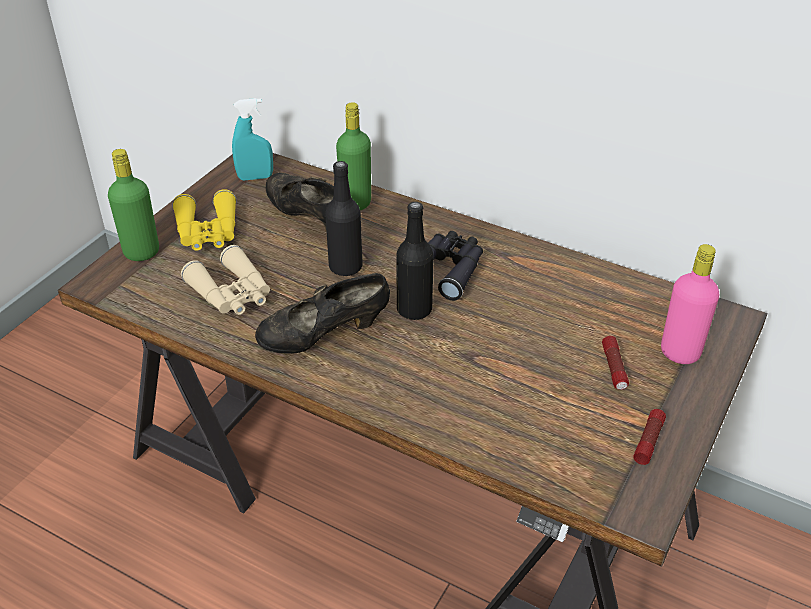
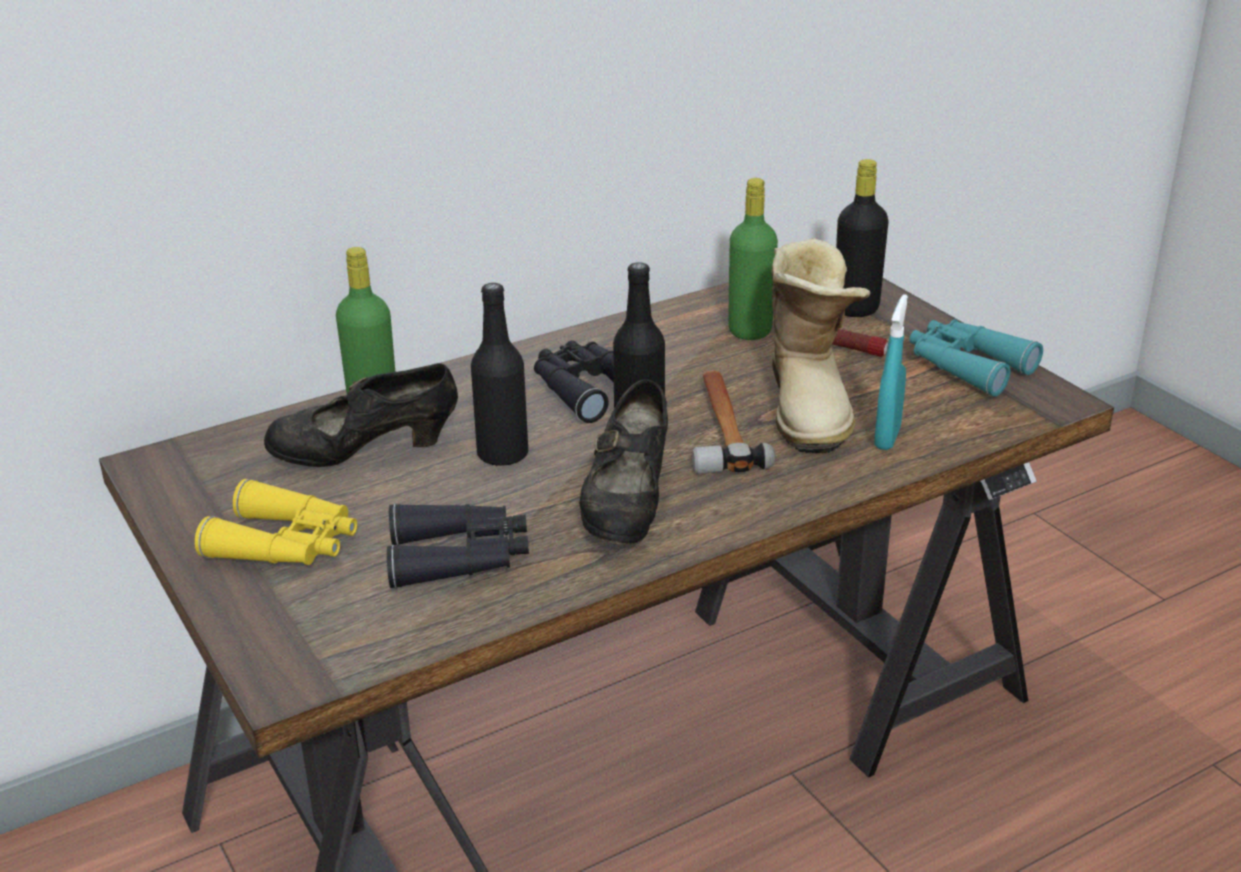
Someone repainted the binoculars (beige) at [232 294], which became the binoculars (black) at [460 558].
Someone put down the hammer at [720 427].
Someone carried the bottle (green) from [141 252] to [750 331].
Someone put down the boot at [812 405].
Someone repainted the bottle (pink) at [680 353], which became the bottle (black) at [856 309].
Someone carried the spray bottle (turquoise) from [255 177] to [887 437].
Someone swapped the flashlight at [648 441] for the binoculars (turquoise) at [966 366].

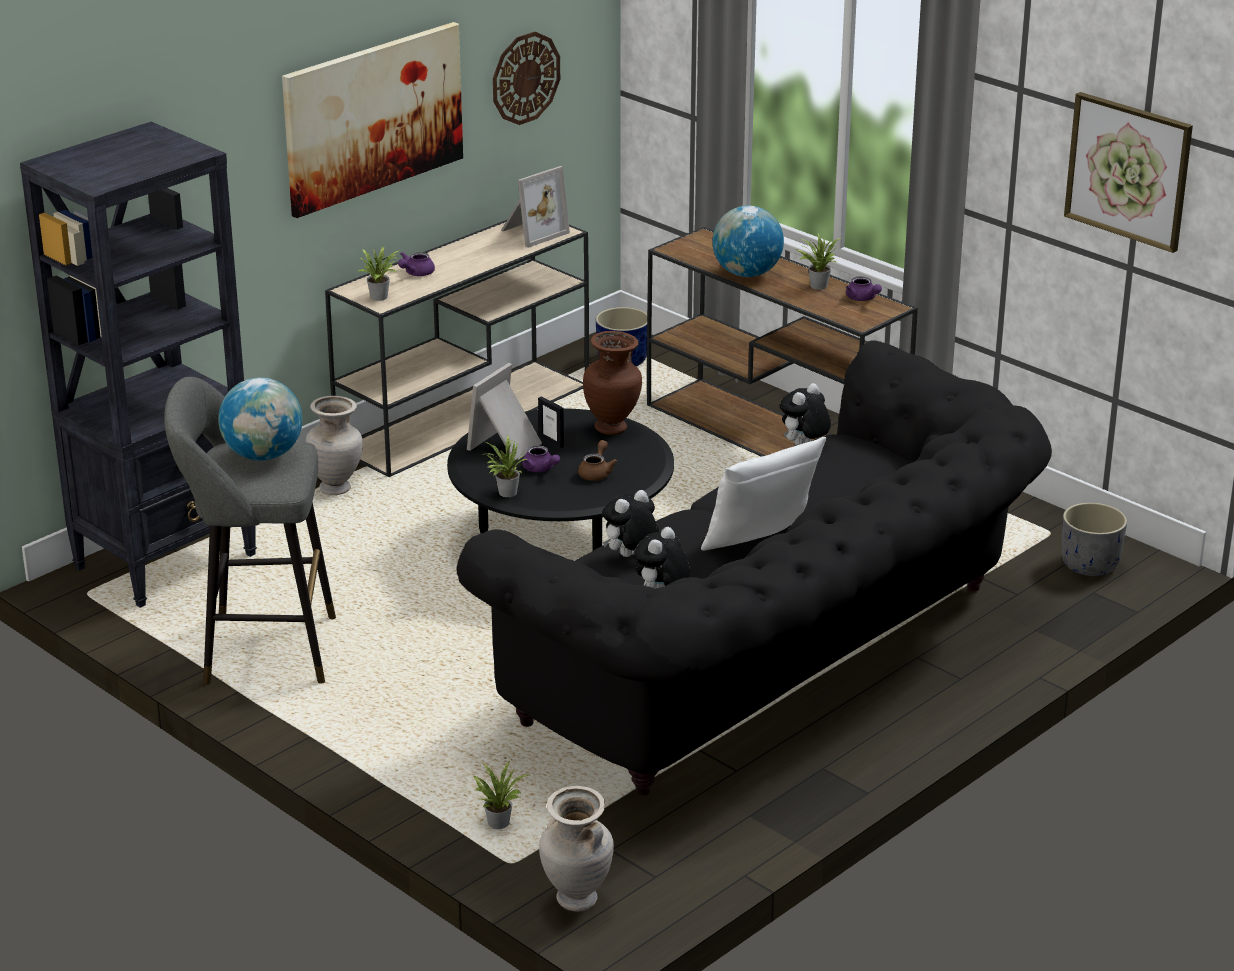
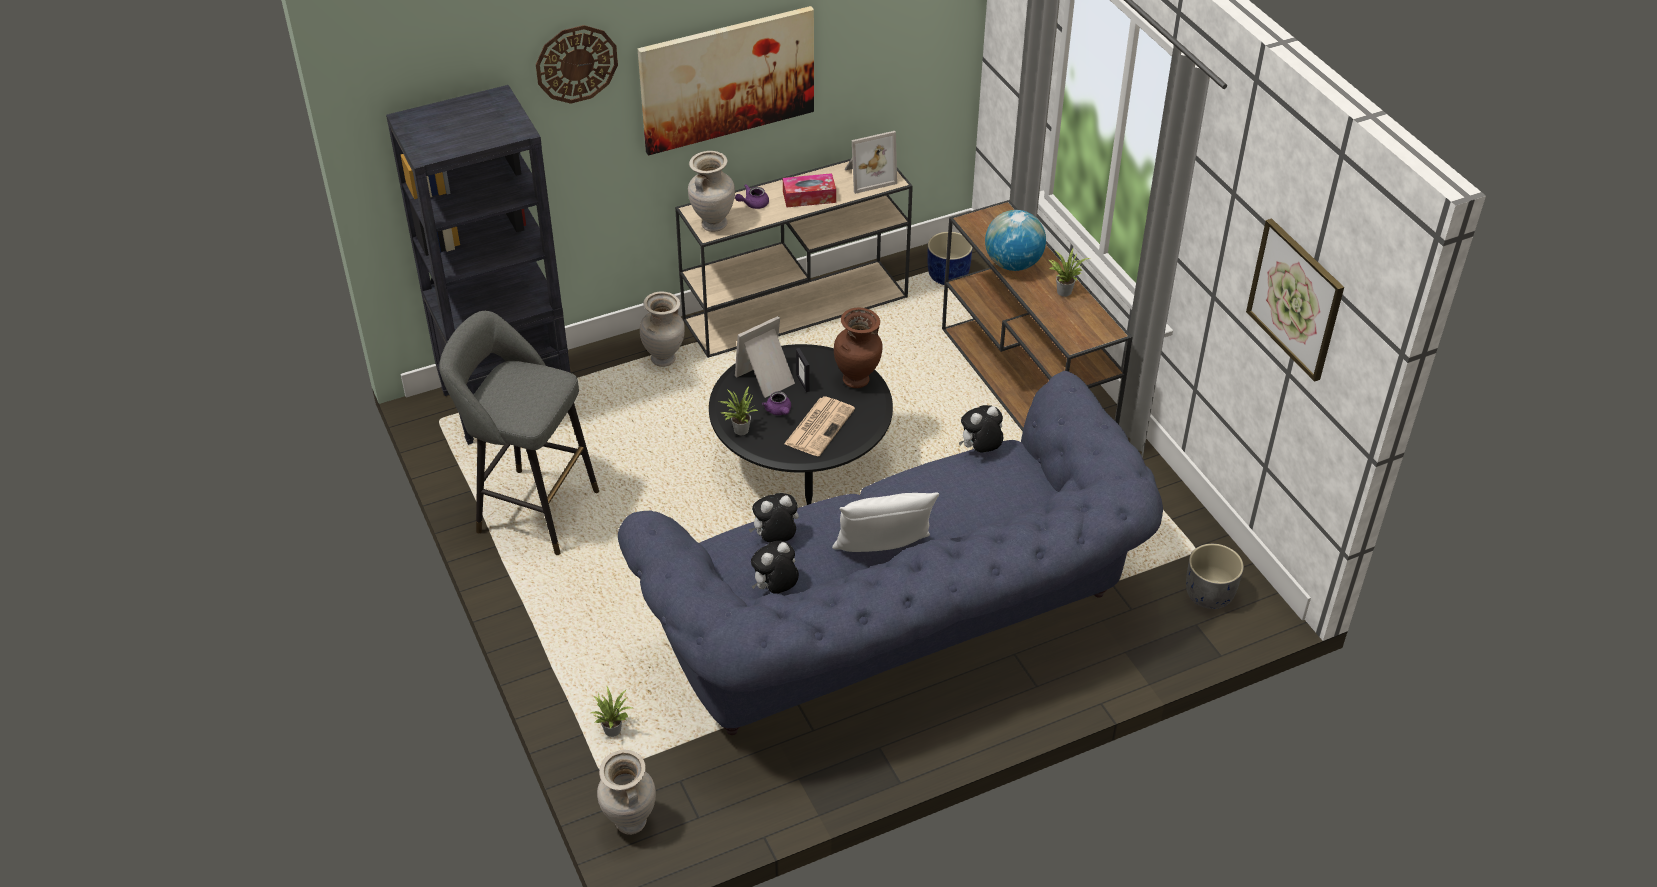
Someone carried the wall clock from [525 78] to [576 63].
Someone repainted the sofa (black) at [778 666], which became the sofa (blue) at [900 632].
Someone swapped the potted plant at [381 297] for the vase (beige) at [713 224].
Someone put down the tissue box at [809 197].
Someone swapped the teapot (brown) at [596 473] for the newspaper at [819 426].
Someone took away the globe at [263 455].
Someone took away the teapot (purple) at [862 299].

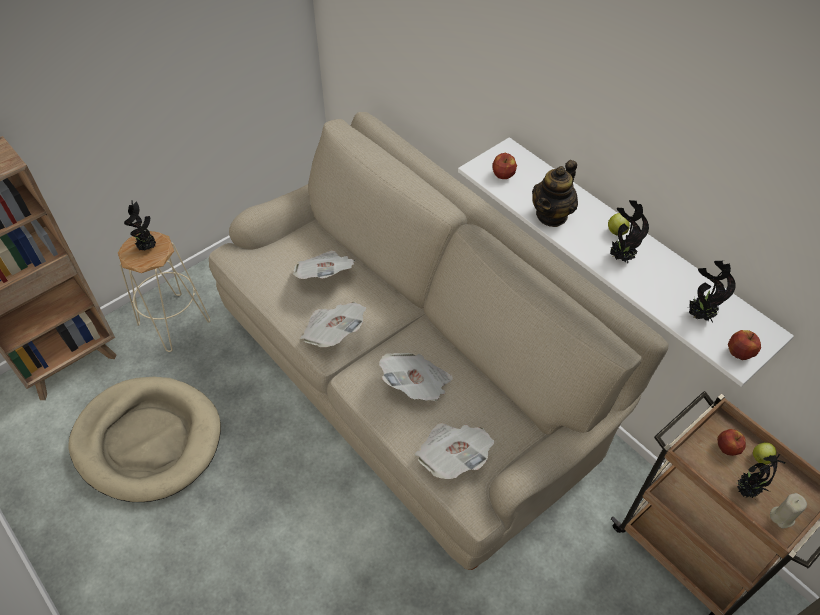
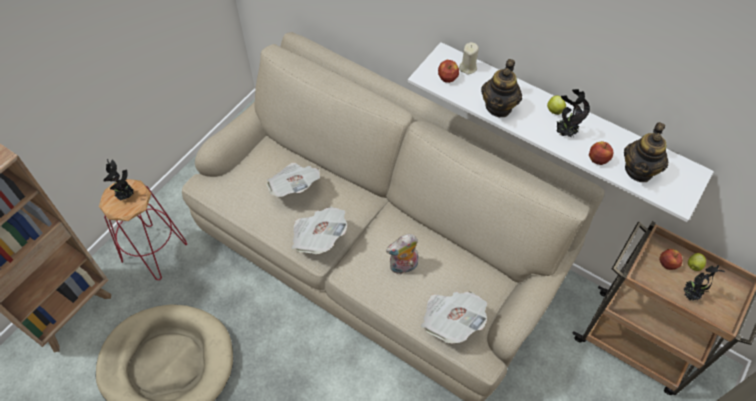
Someone repainted the stool (beige) at [174 322], which became the stool (red) at [155 251].
Someone swapped the newspaper at [417 386] for the plush toy at [403 267].
Someone carried the candle (beige) from [782 516] to [468 67].
Someone carried the apple from [739 352] to [597 159].
Someone swapped the potted plant at [698 315] for the teapot at [639 170].

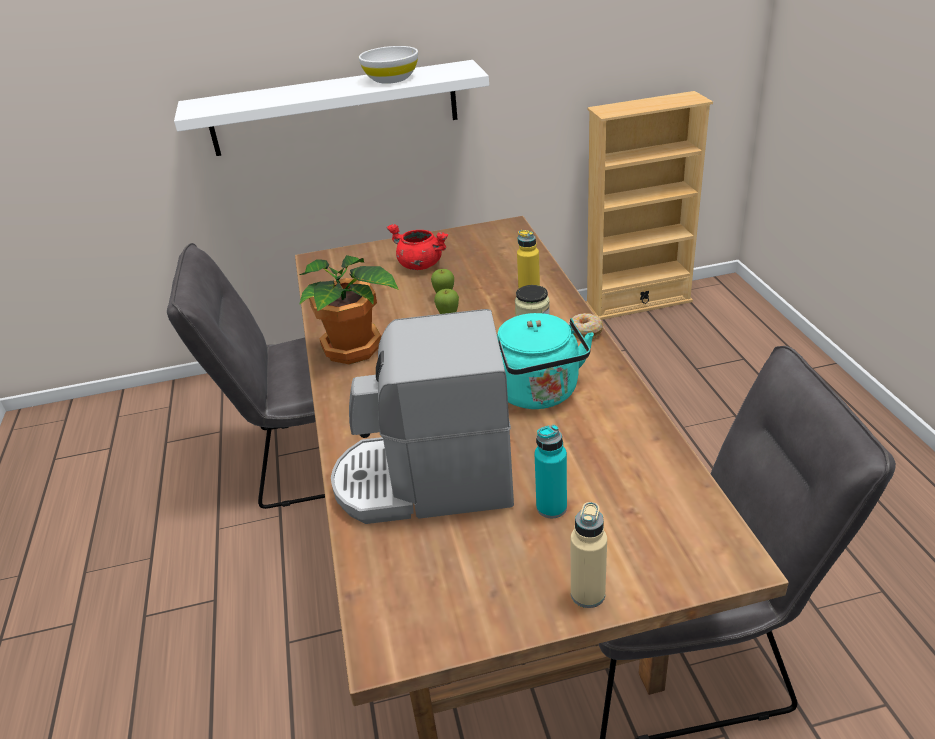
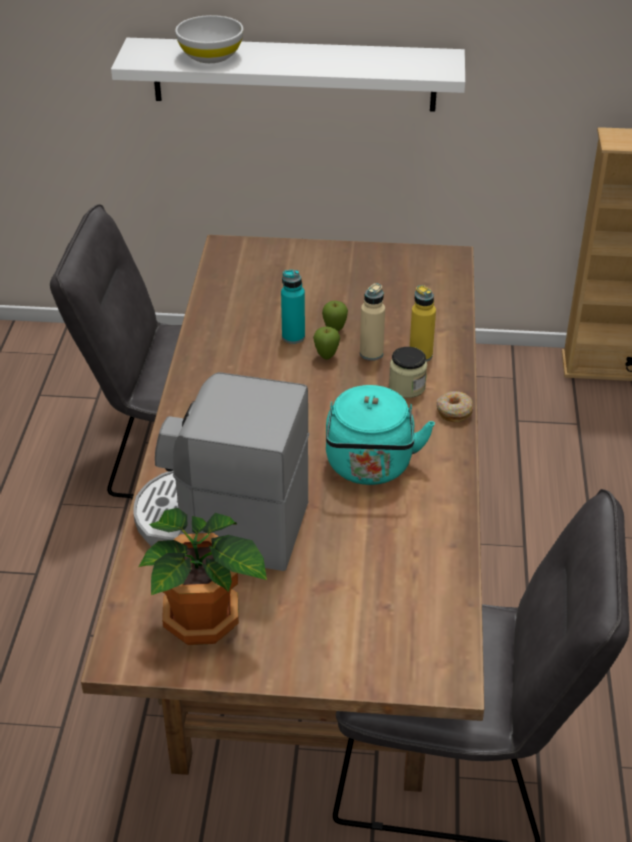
Someone carried the potted plant from [354 350] to [203 621].
Someone carried the bowl (white) from [391 79] to [210 56].
Someone carried the bottle (turquoise) from [551 507] to [293 337].
Someone carried the bottle (beige) from [587 594] to [371 353].
Someone took away the cooking pot (red) at [420 265].

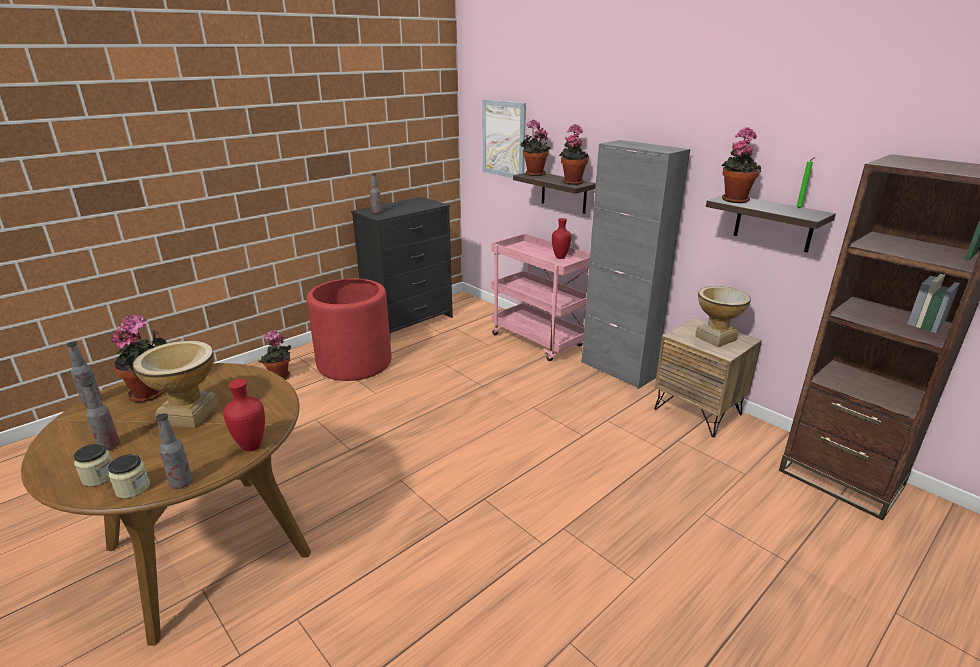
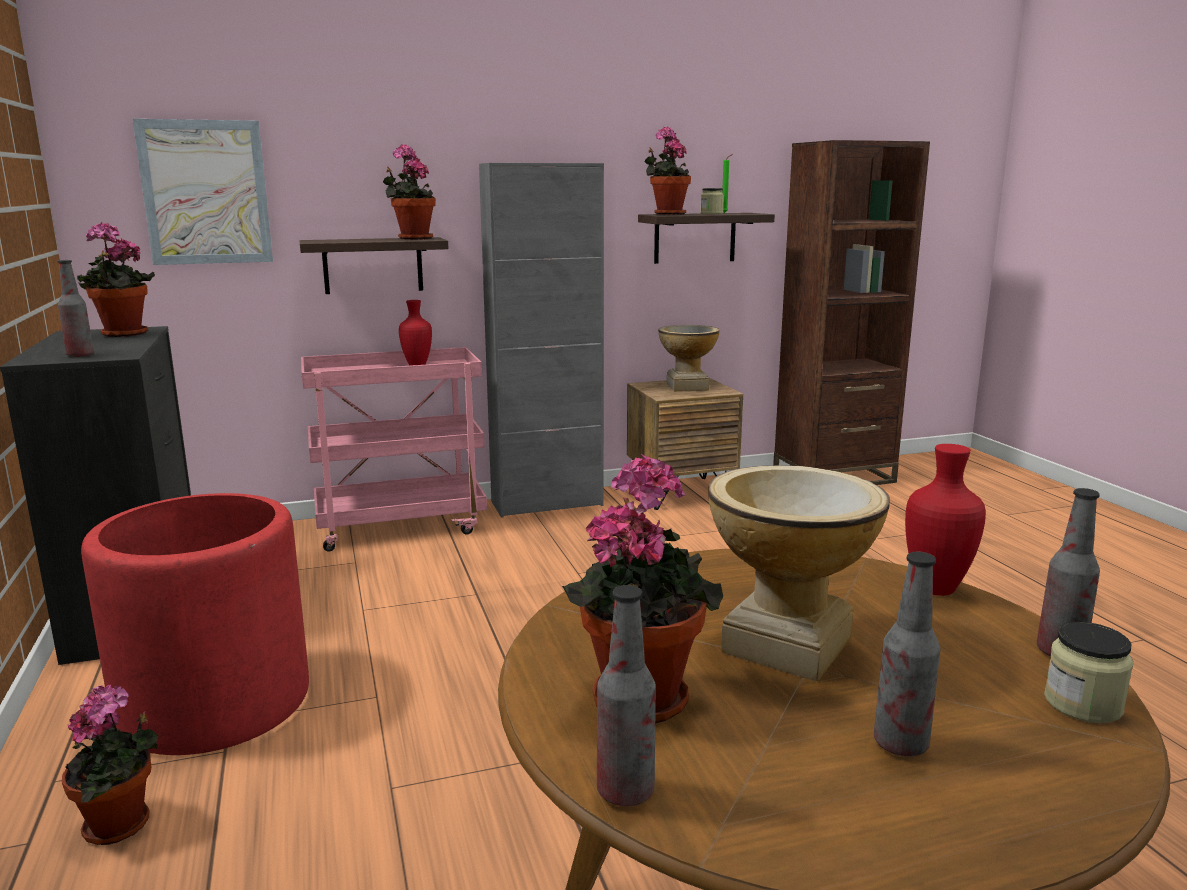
Someone carried the potted plant from [533 174] to [122 335].
Someone carried the jar from [99 477] to [711 213].

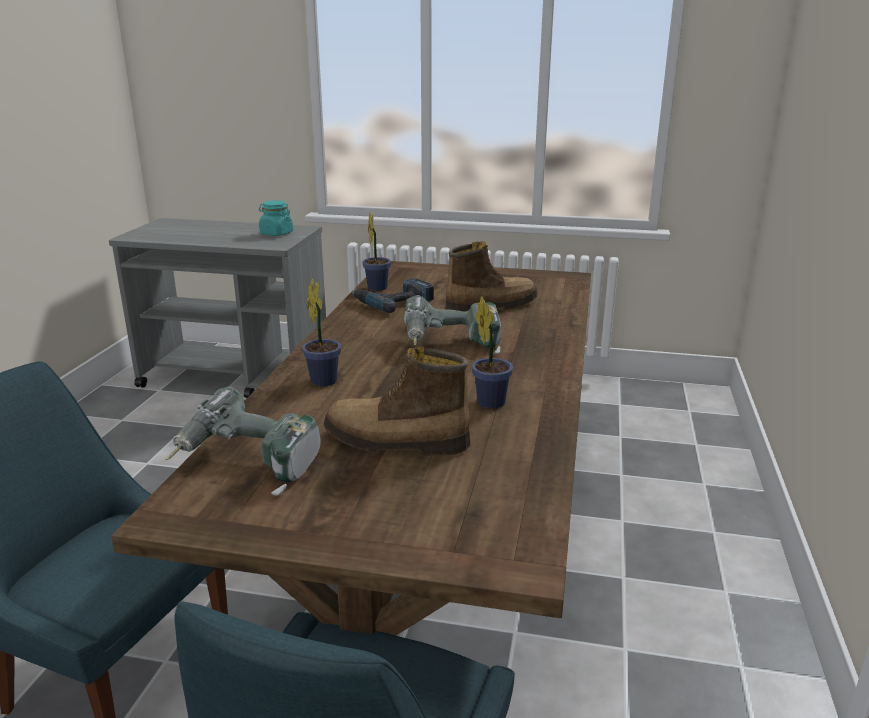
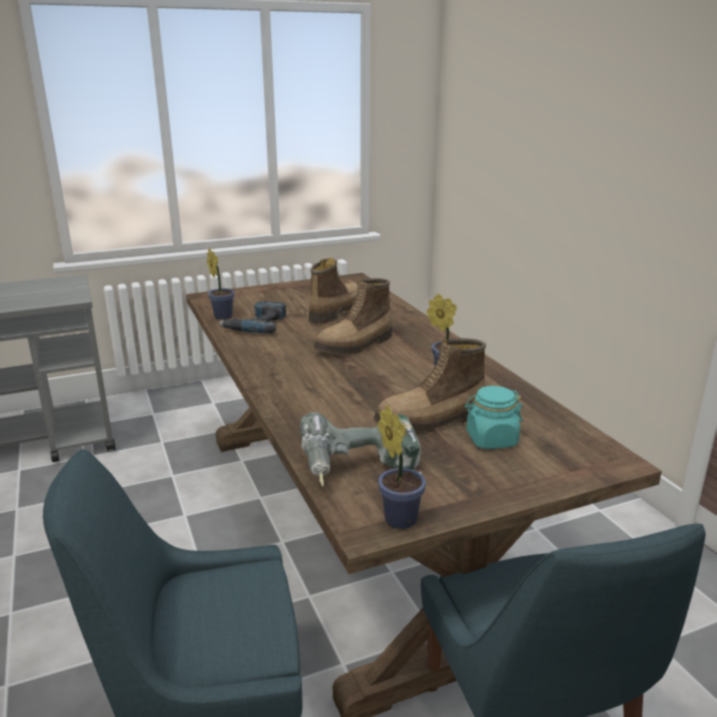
Someone swapped the power drill at [451 345] for the boot at [355 346].
Someone carried the potted plant from [324 379] to [398 517].
Someone carried the jar (turquoise) from [276 233] to [491 439].

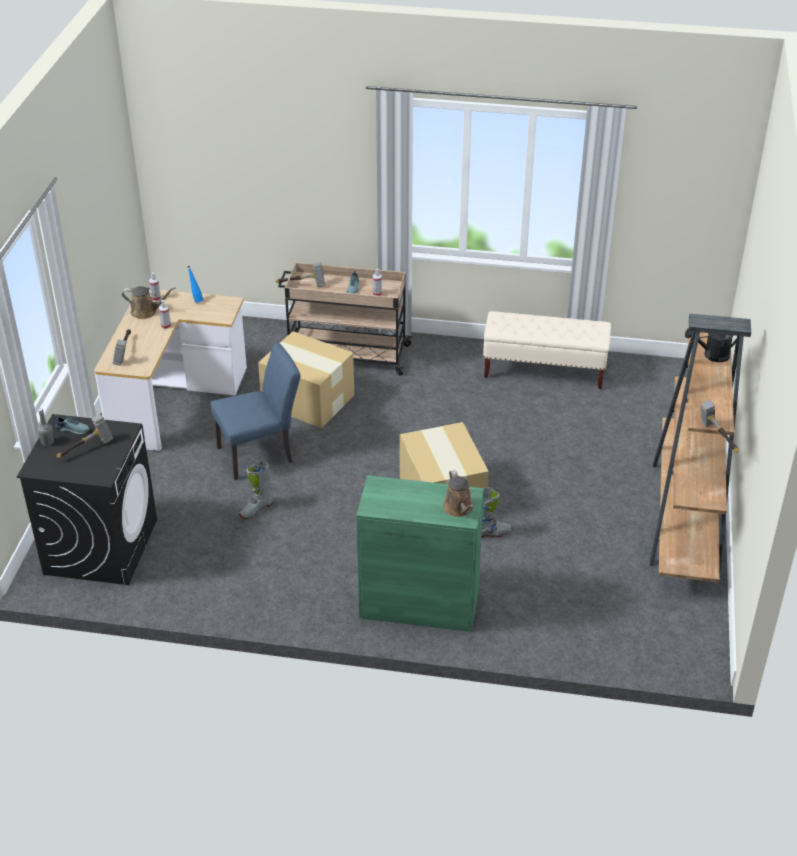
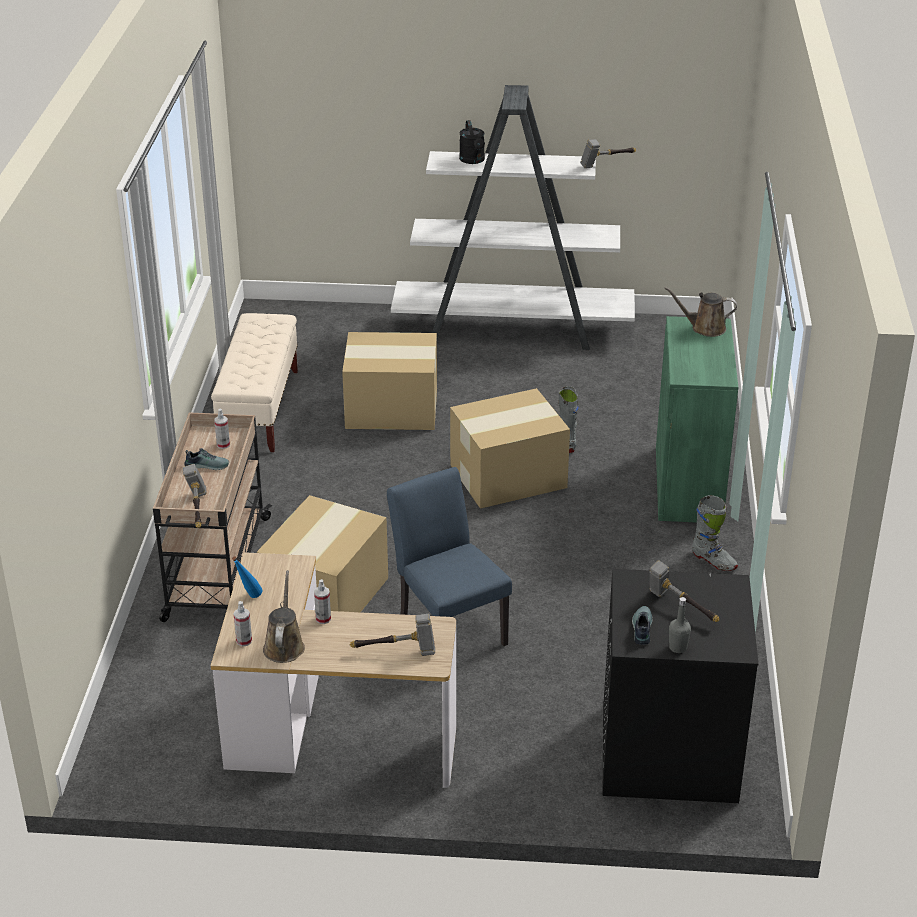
Someone put down the cardboard box at [390 408].
Someone repainted the bookcase (brown) at [685 518], which became the bookcase (white) at [513 329].
Someone rotated the watering can (brown) at [459 509] by 150 degrees counterclockwise.
Someone carried the boot (grey) from [256 509] to [713 561].

